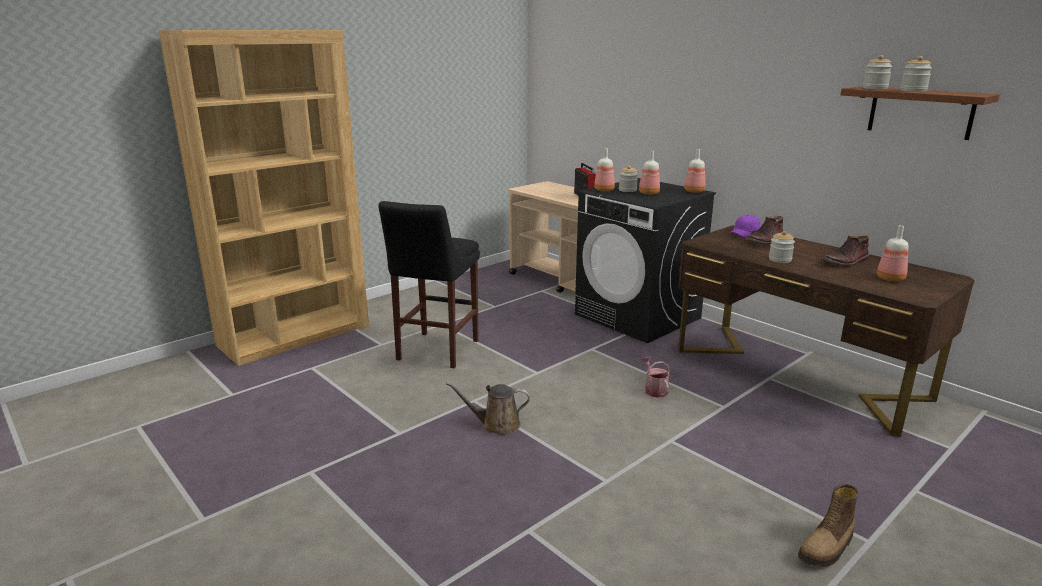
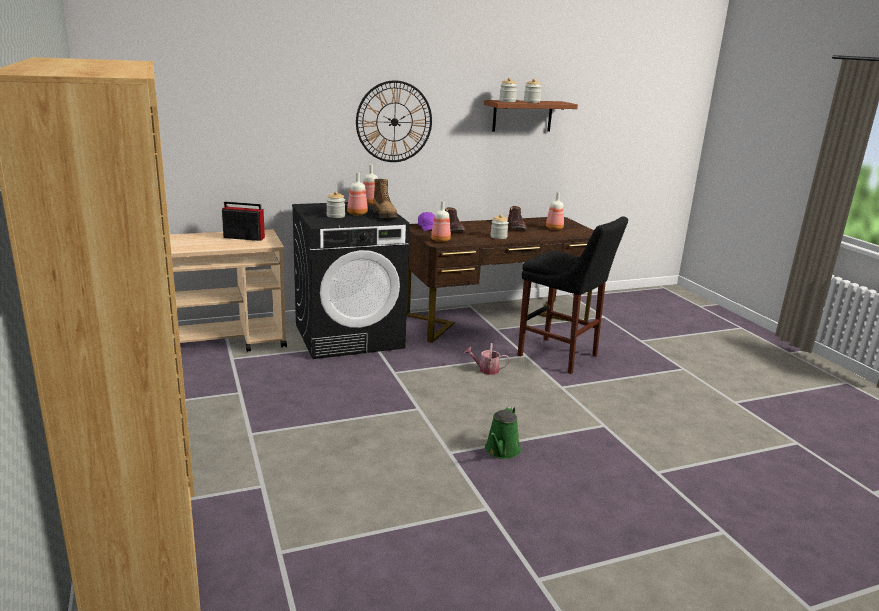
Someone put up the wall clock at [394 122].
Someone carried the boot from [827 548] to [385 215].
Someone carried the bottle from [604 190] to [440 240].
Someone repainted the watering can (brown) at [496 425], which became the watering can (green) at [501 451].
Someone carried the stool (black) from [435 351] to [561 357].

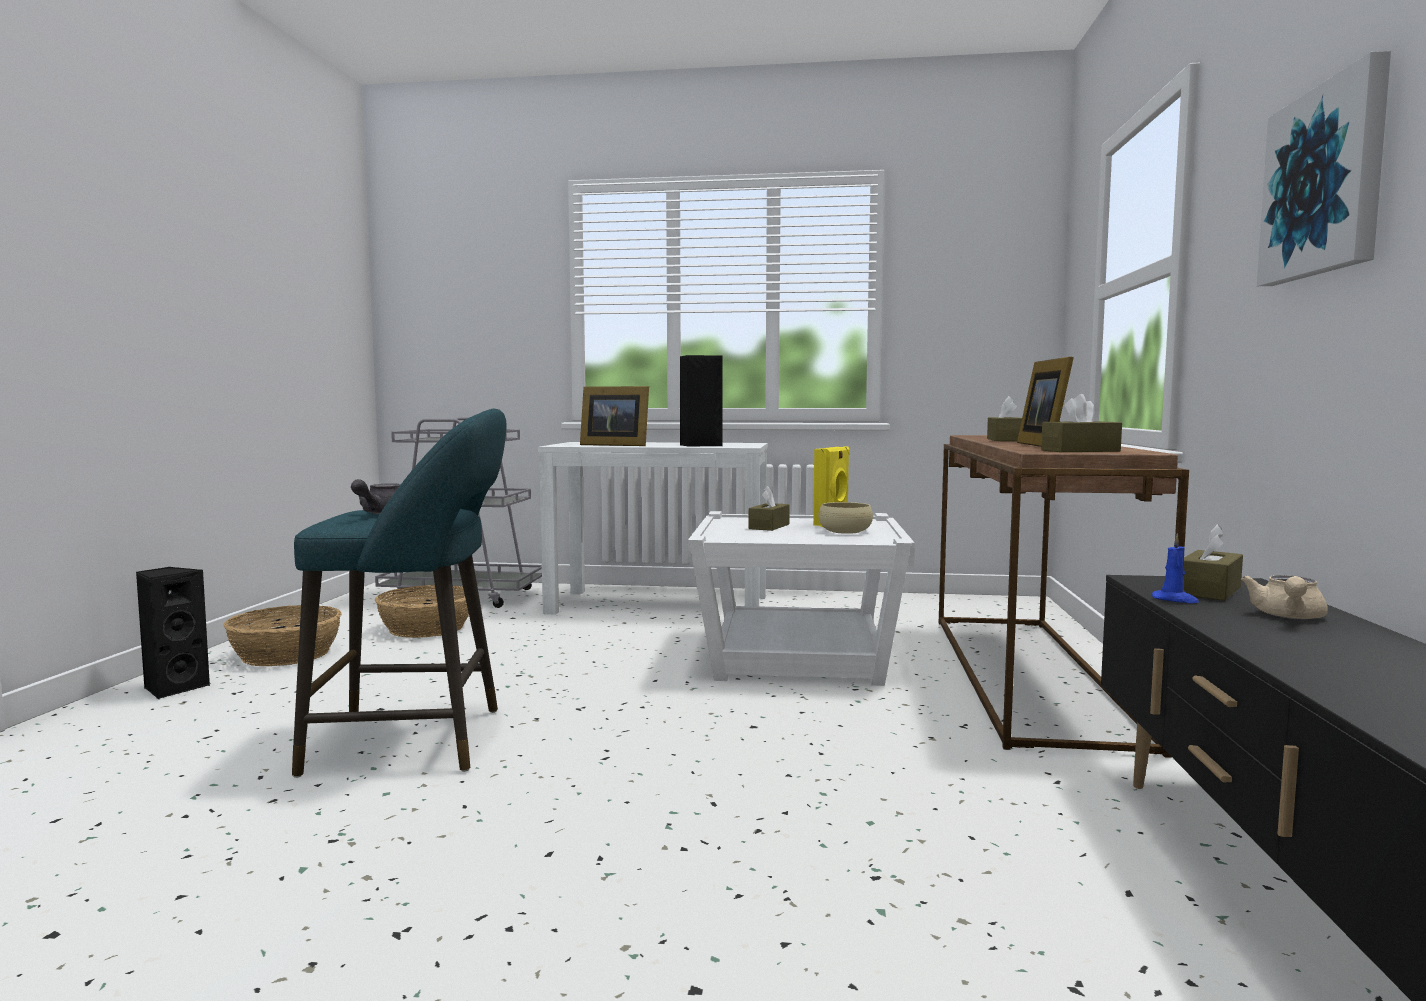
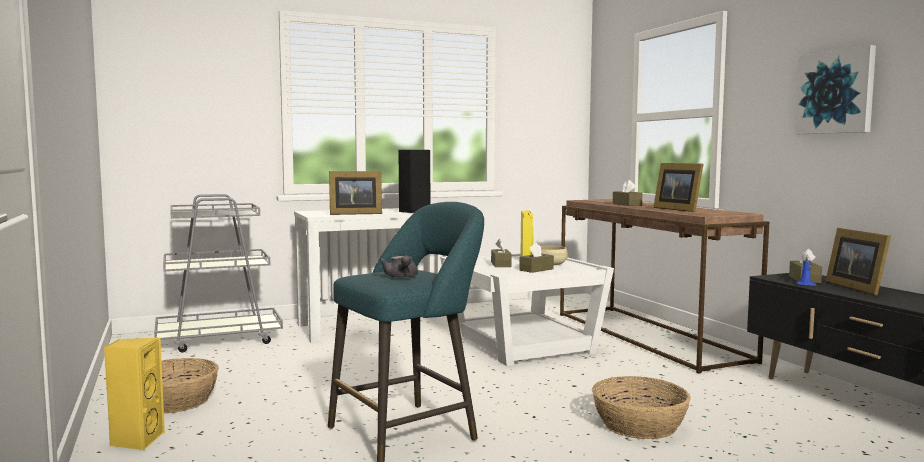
Someone repainted the speaker (black) at [174 688], which became the speaker (yellow) at [136 440].
Someone carried the tissue box (brown) from [1080 451] to [536 269].
Someone carried the basket from [427 628] to [640 425].
Someone swapped the teapot (beige) at [1287 617] for the picture frame at [856 287].

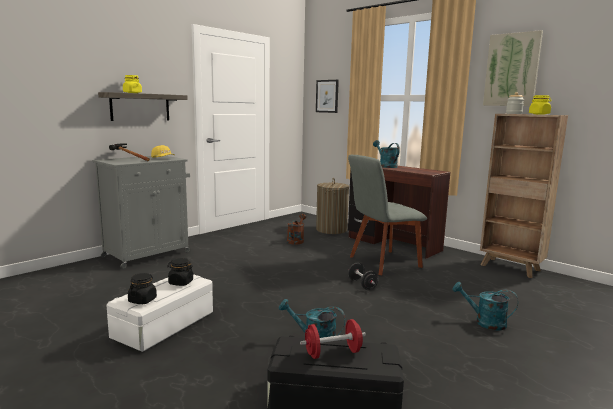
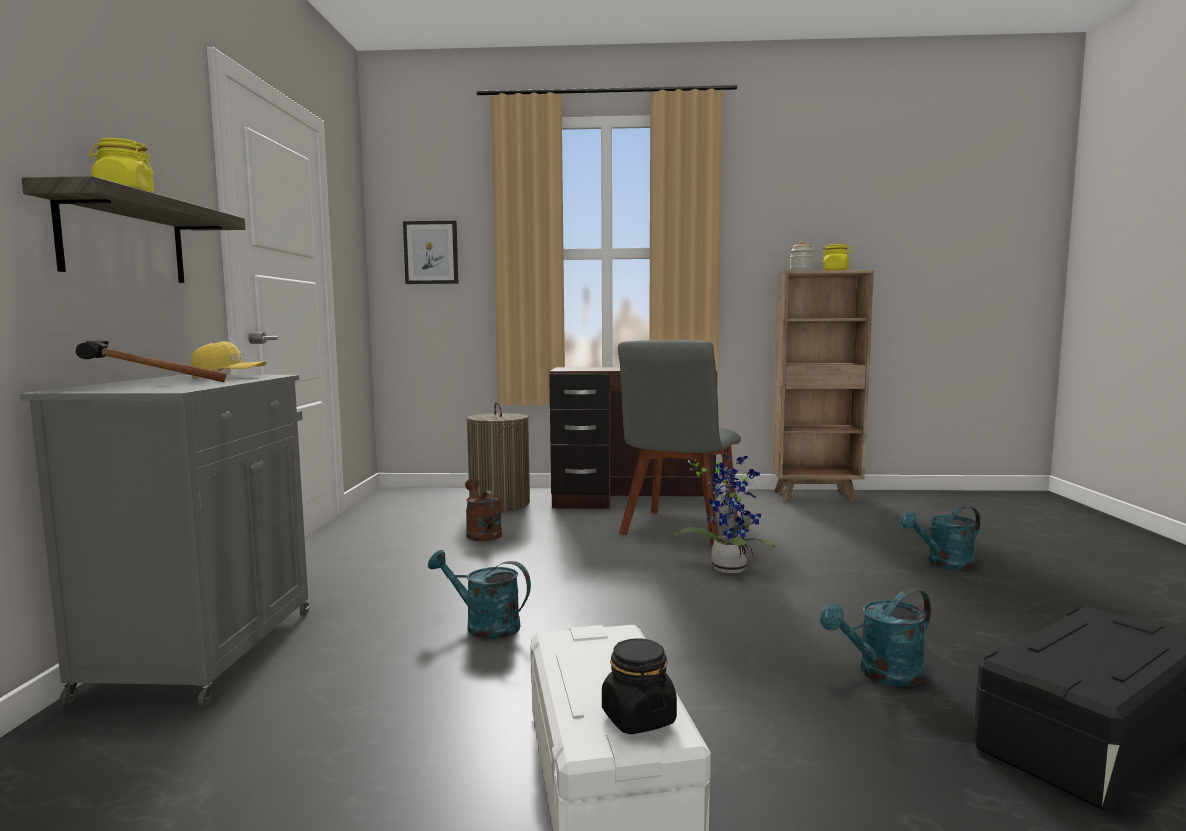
Someone carried the watering can (turquoise) from [385 166] to [484 625].
Someone swapped the dumbbell (black) at [362 284] for the potted plant at [729 567].
Someone took away the jar (black) at [180 282].
Someone took away the dumbbell (red) at [333 353].
Someone took away the picture at [512 70].

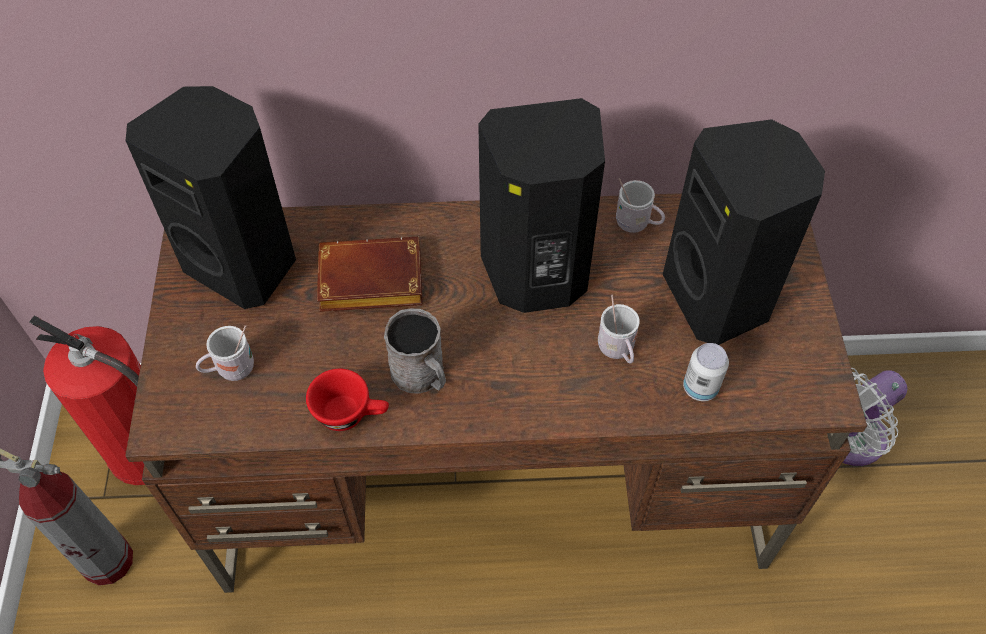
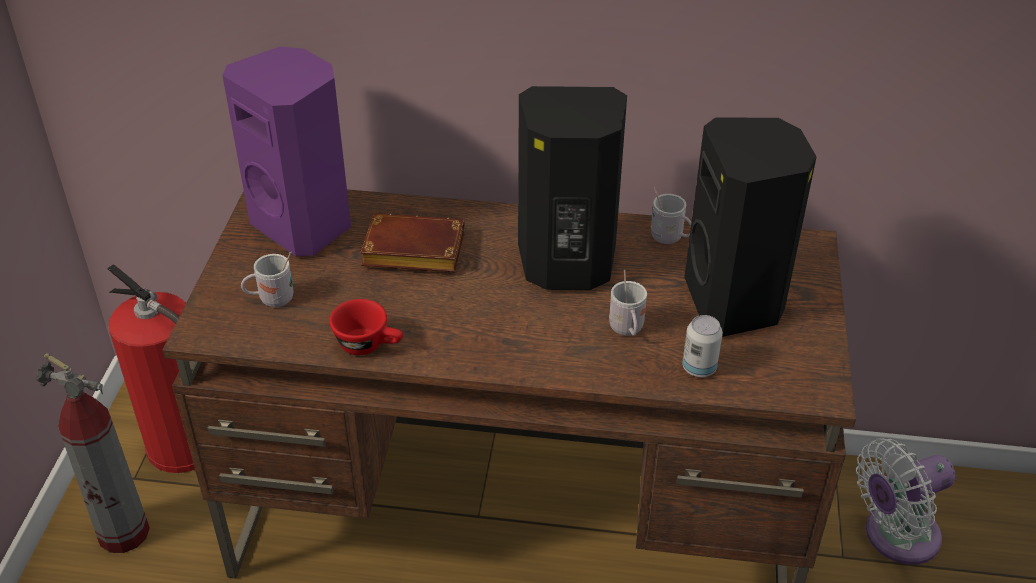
Someone repainted the speaker (black) at [244 263], which became the speaker (purple) at [305 225].
Someone took away the mug (grey) at [422 376].

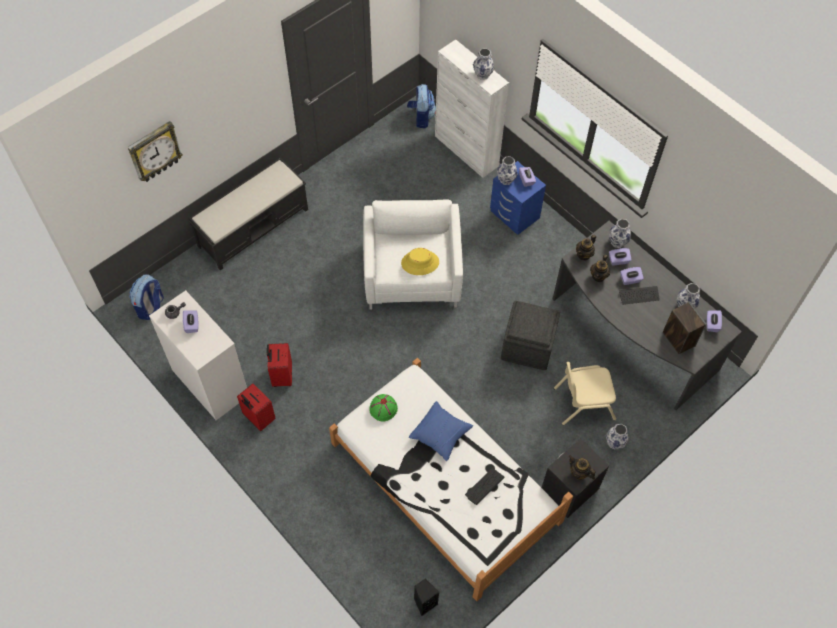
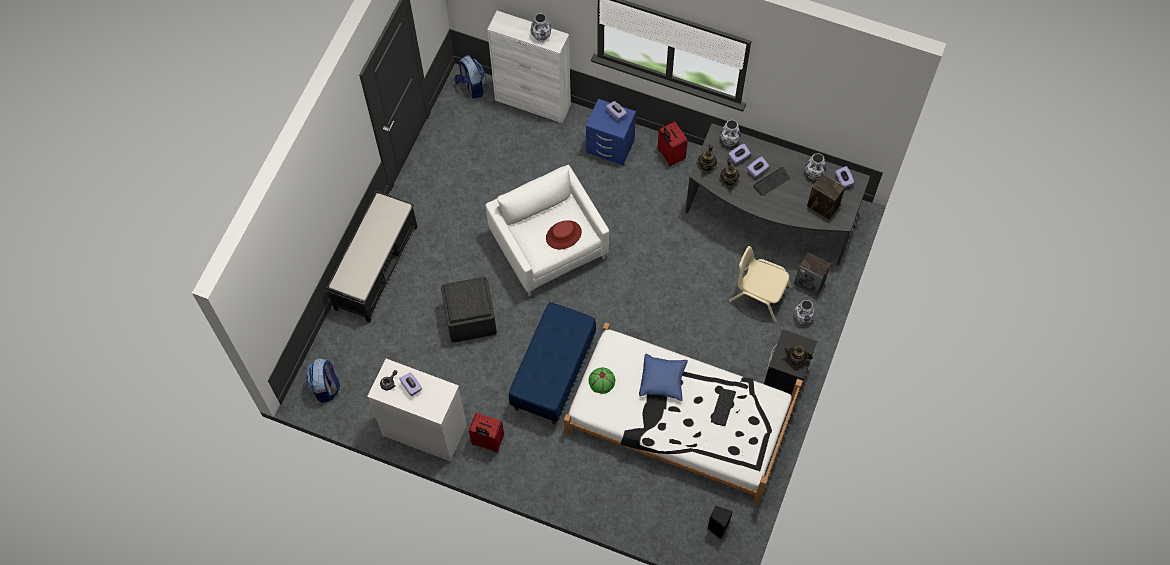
Someone carried the ottoman (grey) from [527 345] to [469 318].
Someone put down the bench (blue) at [553 374].
Someone repainted the hat (yellow) at [420 263], which became the hat (red) at [563 235].
Someone carried the suitcase (red) from [281 376] to [670 155].
Someone rotated the chair (beige) at [583 402] by 60 degrees clockwise.
Someone put down the speaker at [809 282].
Someone took away the wall clock at [154 152].
Someone took away the vase at [506 180].

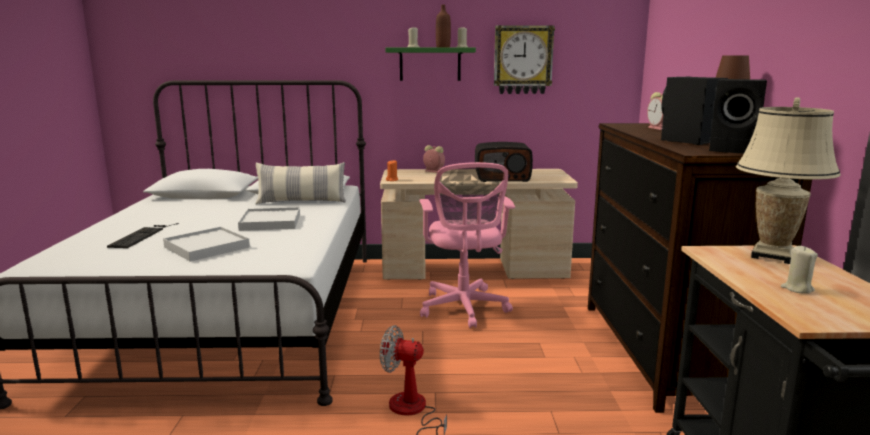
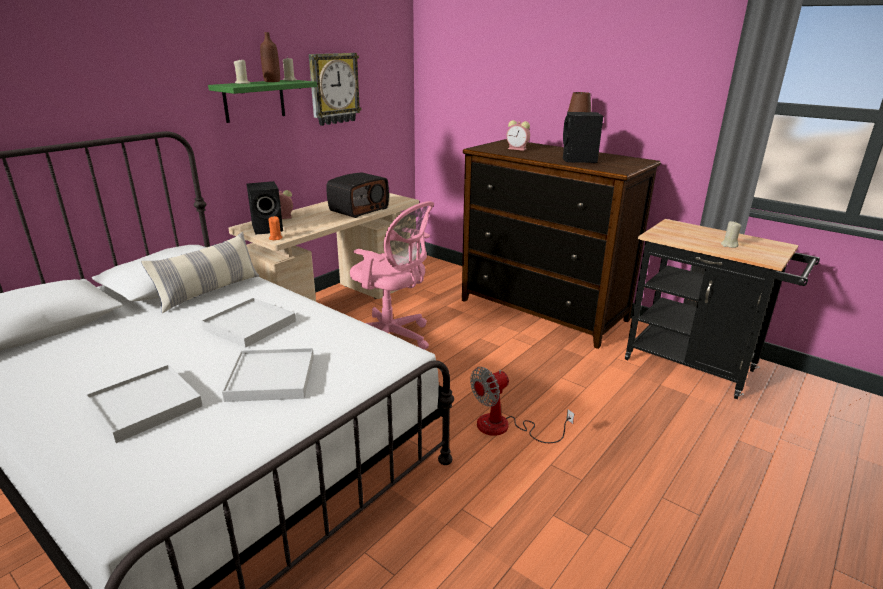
Someone swapped the keyboard at [142 235] for the tray (white) at [146 405].
Someone carried the speaker (black) from [735 150] to [269 228].
Someone took away the table lamp (beige) at [772 256].

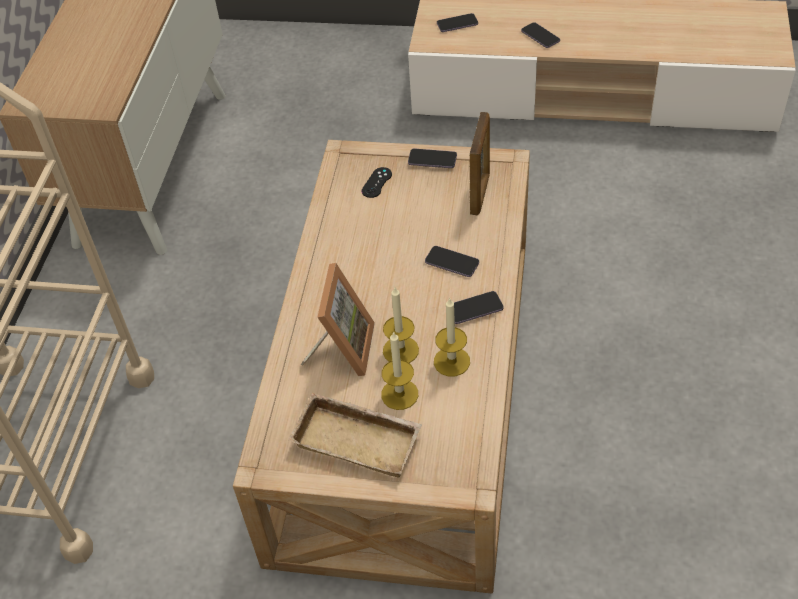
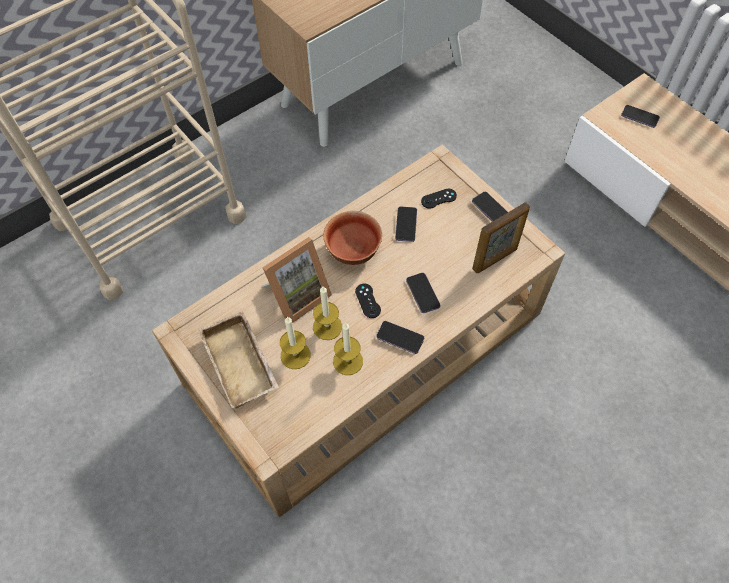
Someone put down the bowl at [354 250].
Someone put down the game controller (black) at [368 301].
Someone carried the phone from [540 36] to [406 225].

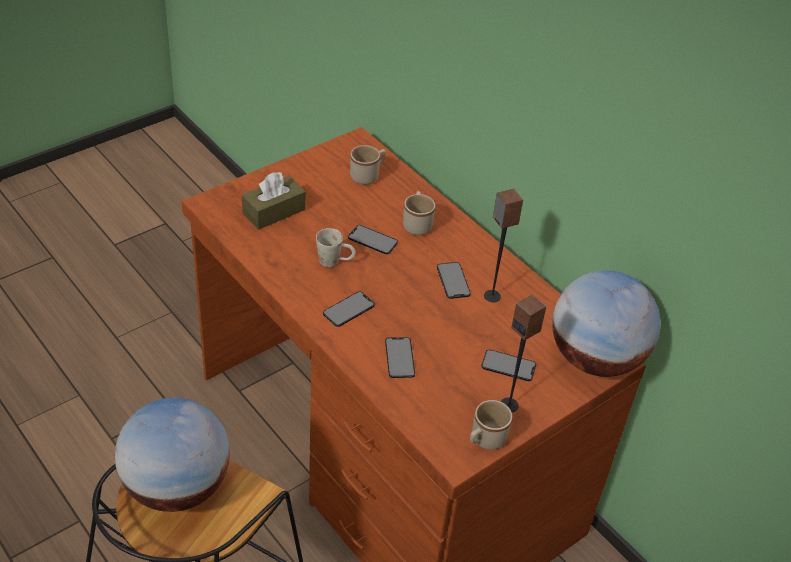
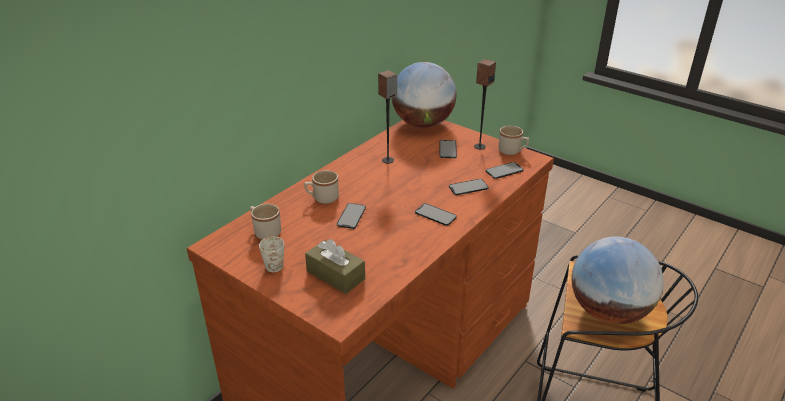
Someone carried the mug (white) from [335 261] to [274 262].
Someone carried the phone from [453 280] to [504 170].

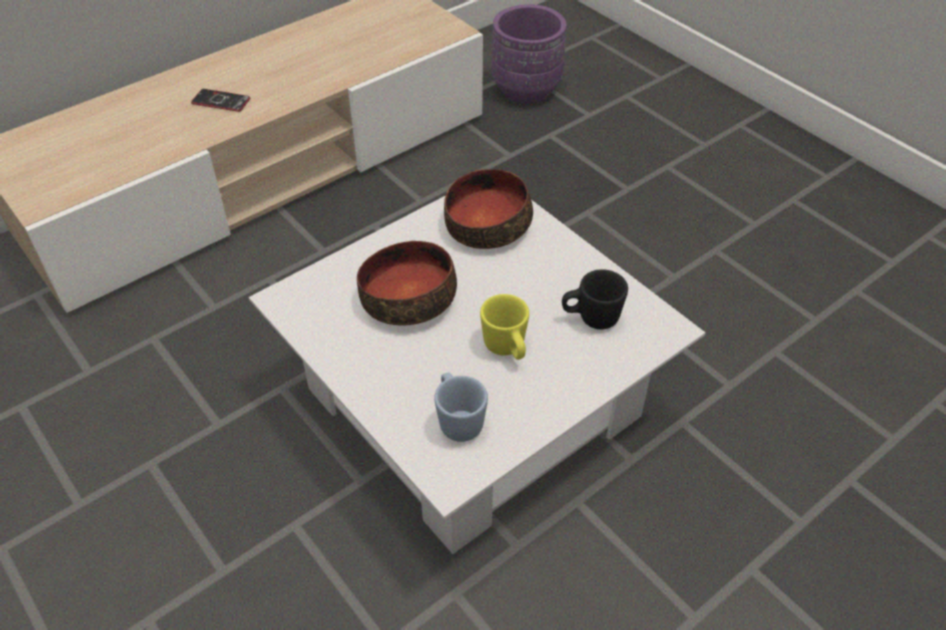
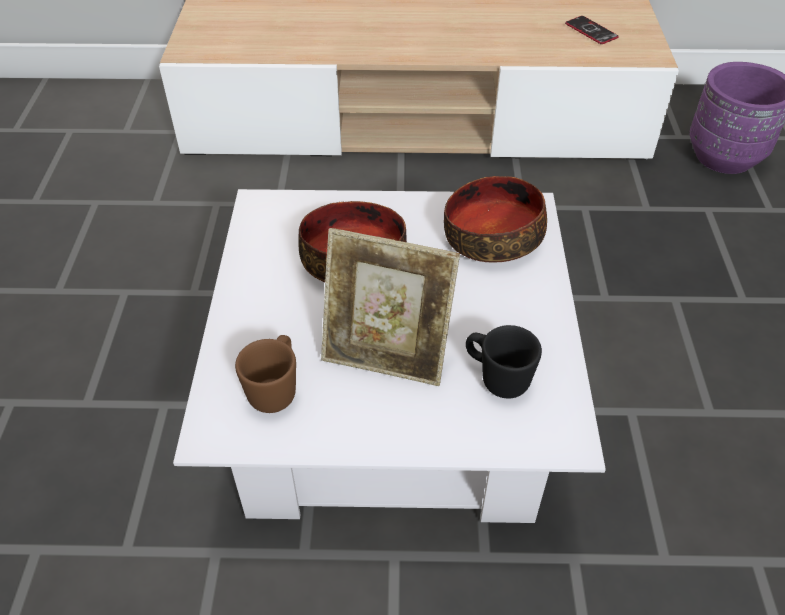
Someone repainted the mug (blue) at [458 420], which became the mug (brown) at [276 389].
Someone swapped the mug (yellow) at [507 349] for the picture frame at [386 355].
Someone carried the phone from [221 101] to [591 31].

